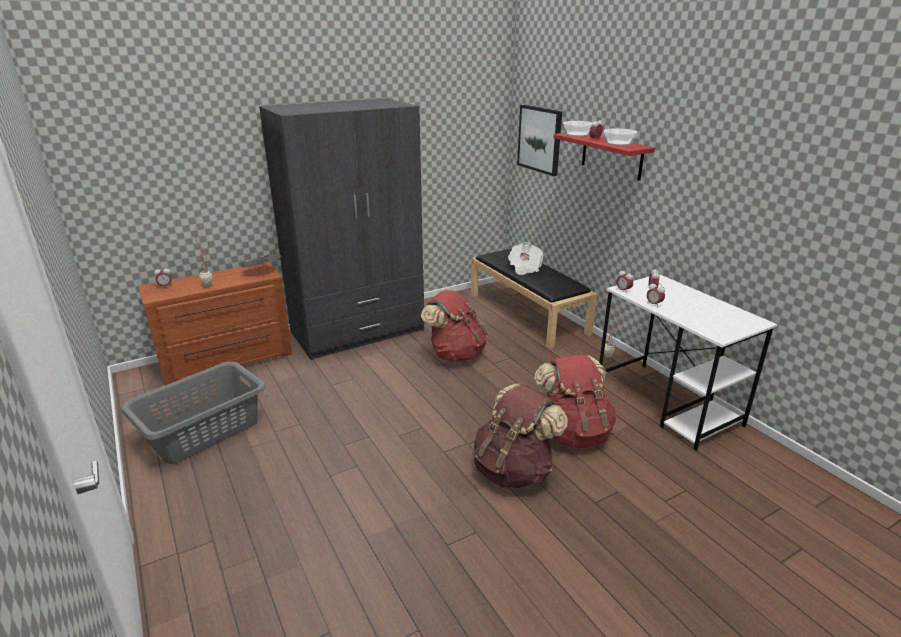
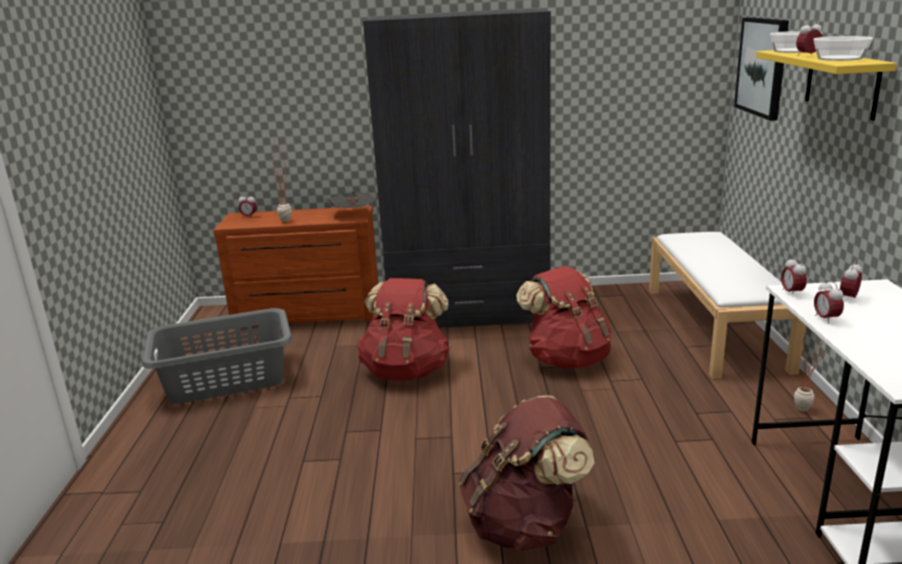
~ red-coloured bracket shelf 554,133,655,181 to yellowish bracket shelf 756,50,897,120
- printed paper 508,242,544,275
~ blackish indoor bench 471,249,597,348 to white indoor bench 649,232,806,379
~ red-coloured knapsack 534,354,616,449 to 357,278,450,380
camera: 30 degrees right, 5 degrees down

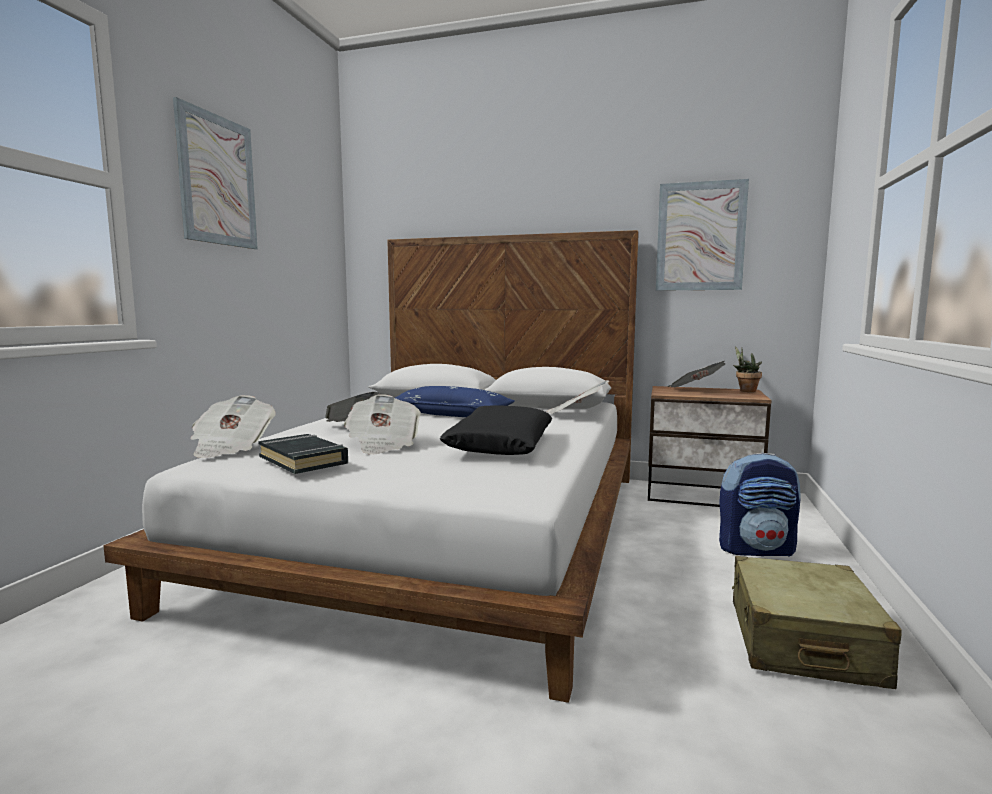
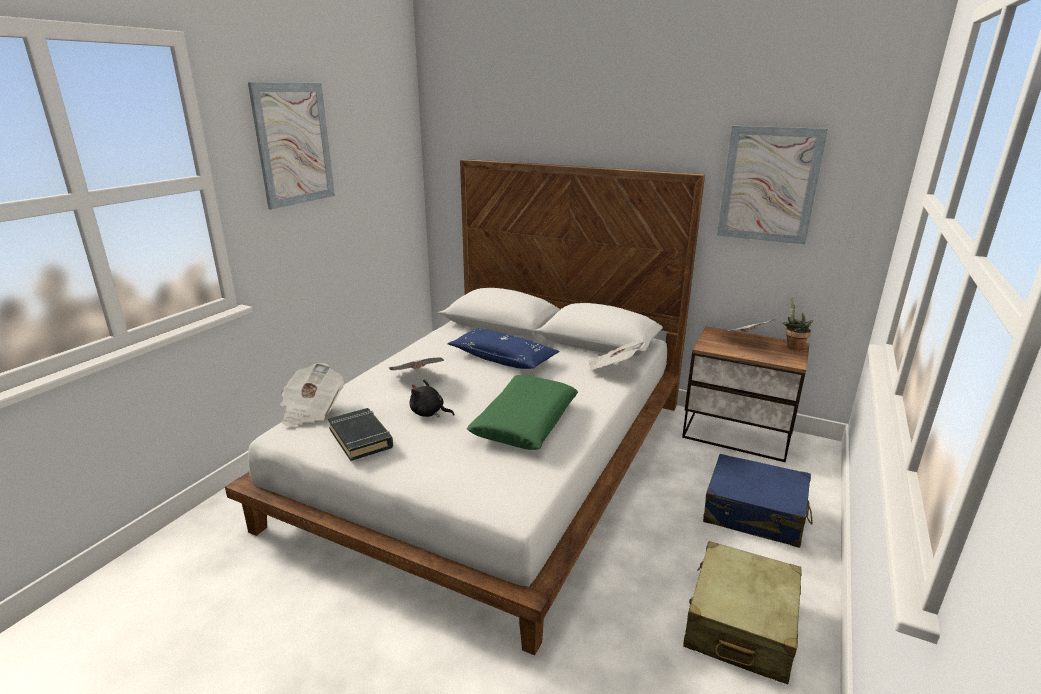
~ printed paper 344,394,421,454 to blackish cuddly toy 410,380,455,417
~ blackish throw pillow 439,405,552,455 to green-coloured throw pillow 467,375,578,450
~ knapsack 719,453,801,556 to blue-coloured travel case 703,454,813,548
camera: 10 degrees right, 15 degrees up

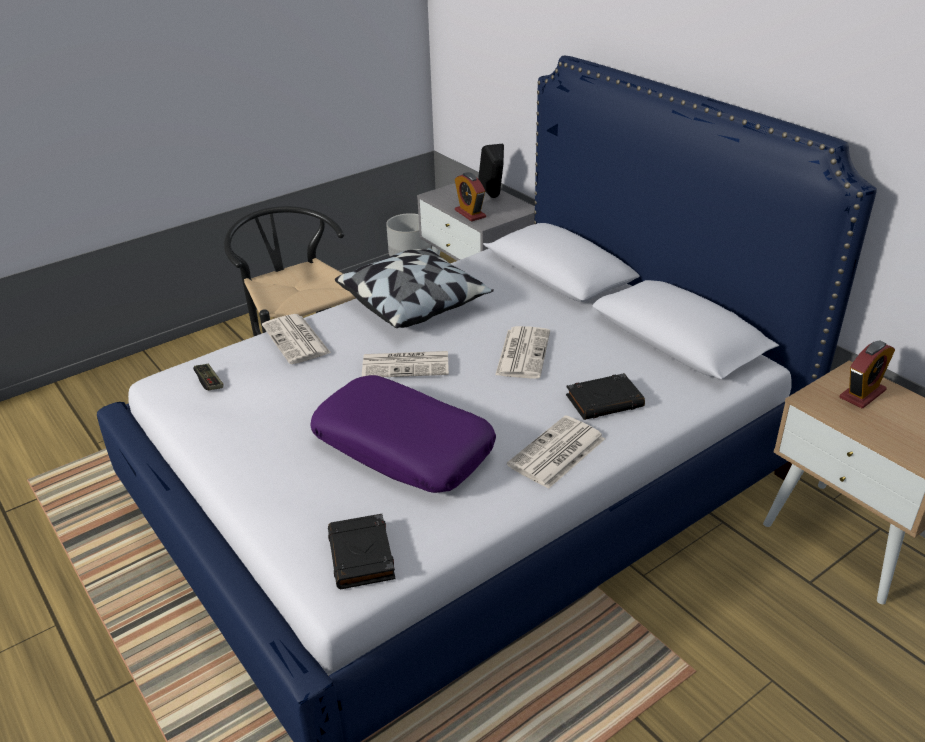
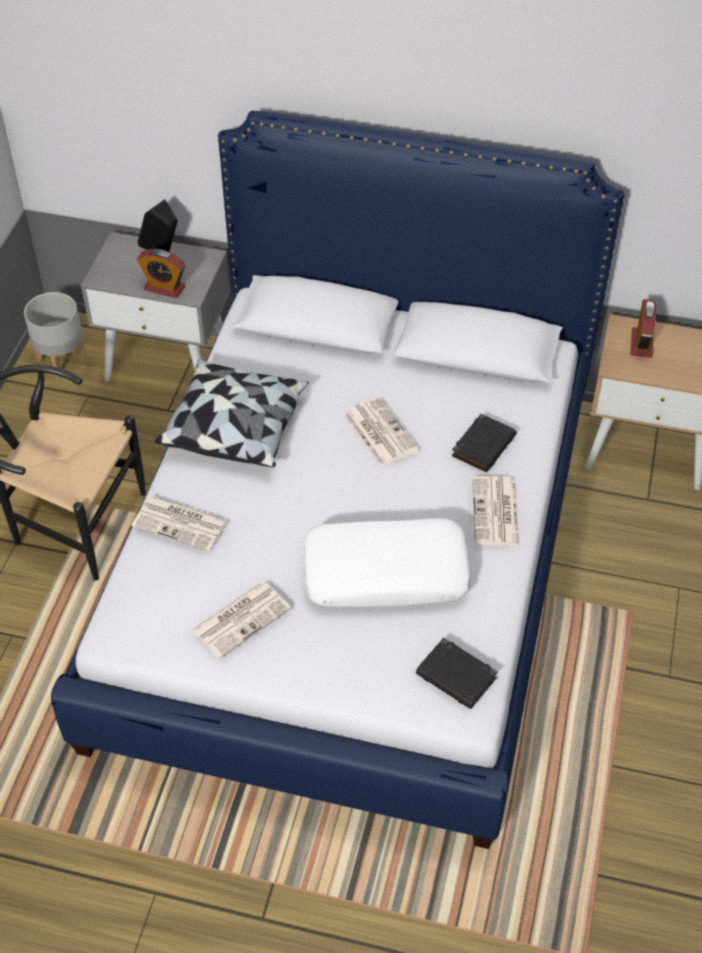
~ printed paper 362,351,449,377 to 192,582,291,659
- joypad 193,364,223,390
~ purplish throw pillow 310,375,496,493 to white throw pillow 303,518,471,607
camera: 40 degrees left, 15 degrees up

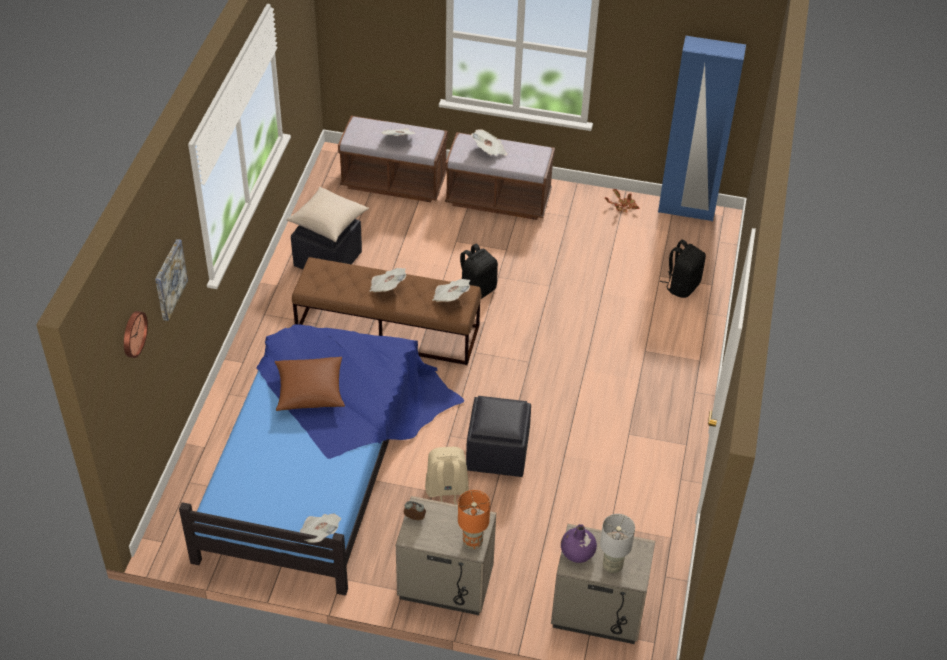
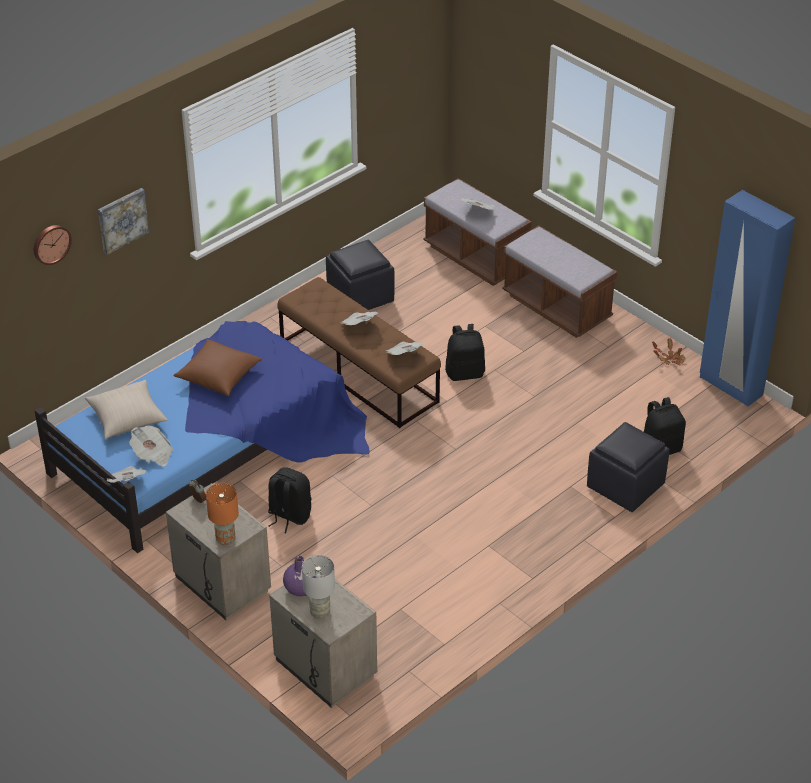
~ printed paper 471,129,508,156 to 129,426,173,466
~ sand-coloured throw pillow 286,187,369,242 to 85,380,168,440
~ blackish ottoman 466,396,531,477 to 587,422,670,512
~ sand-coloured knapsack 425,447,469,505 to blackish knapsack 268,467,312,533
camera: 35 degrees right, 5 degrees down

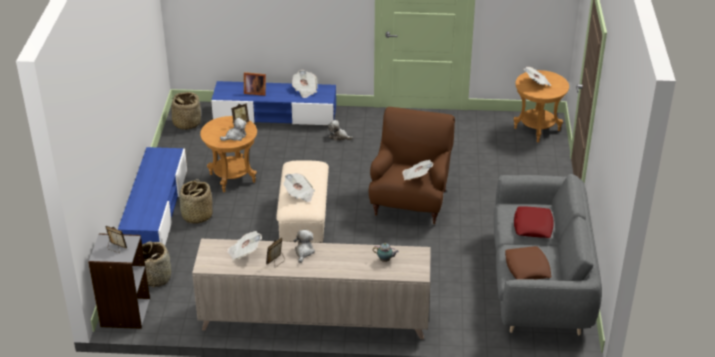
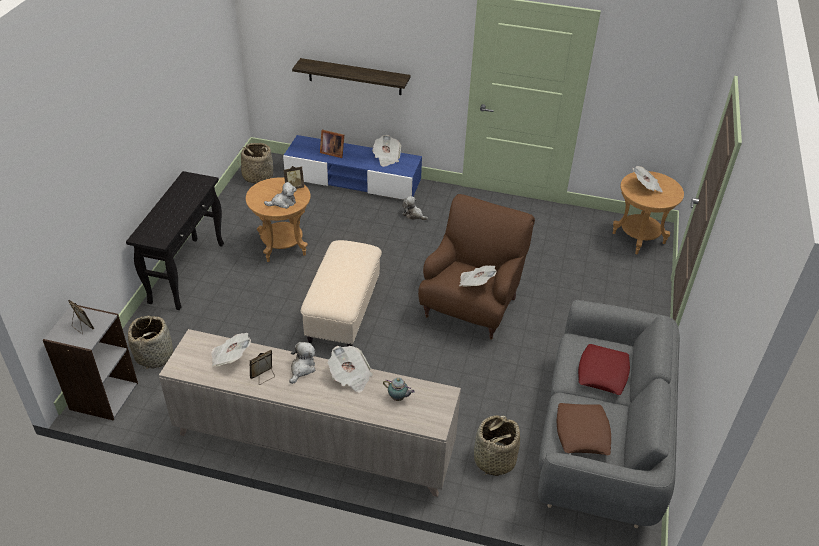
~ blue-coloured tv stand 118,147,187,245 to blackish console table 126,171,224,310
~ printed paper 283,173,315,202 to 328,346,373,393
~ basket 179,179,212,224 to 474,415,520,476
+ bracket shelf 292,58,411,95
camera: 10 degrees right, 5 degrees up

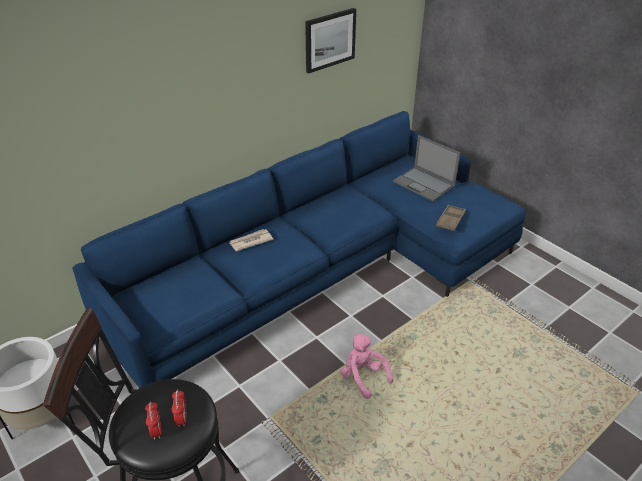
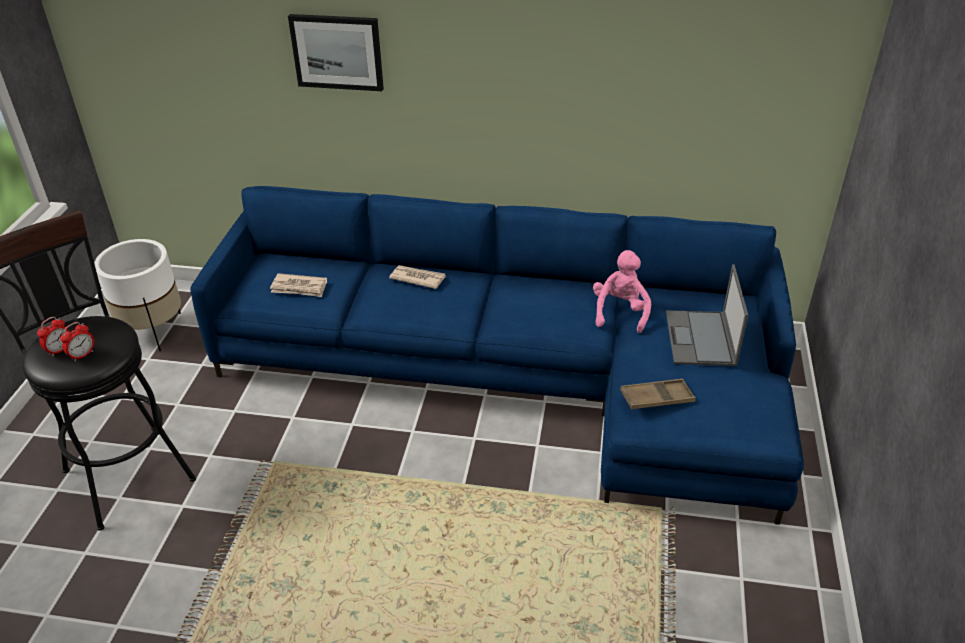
~ wall picture 305,8,356,73 to 288,14,384,91
~ pink-coloured cuddly toy 341,333,393,399 to 593,250,651,333
+ printed paper 270,273,327,297
camera: 50 degrees right, 0 degrees up

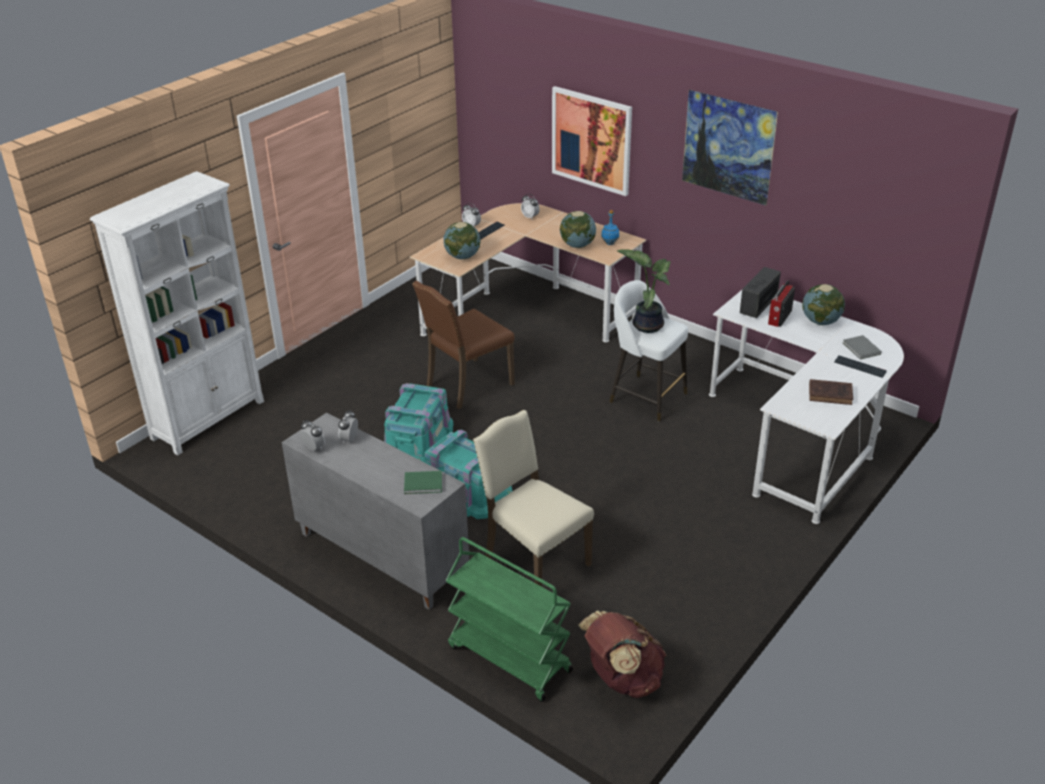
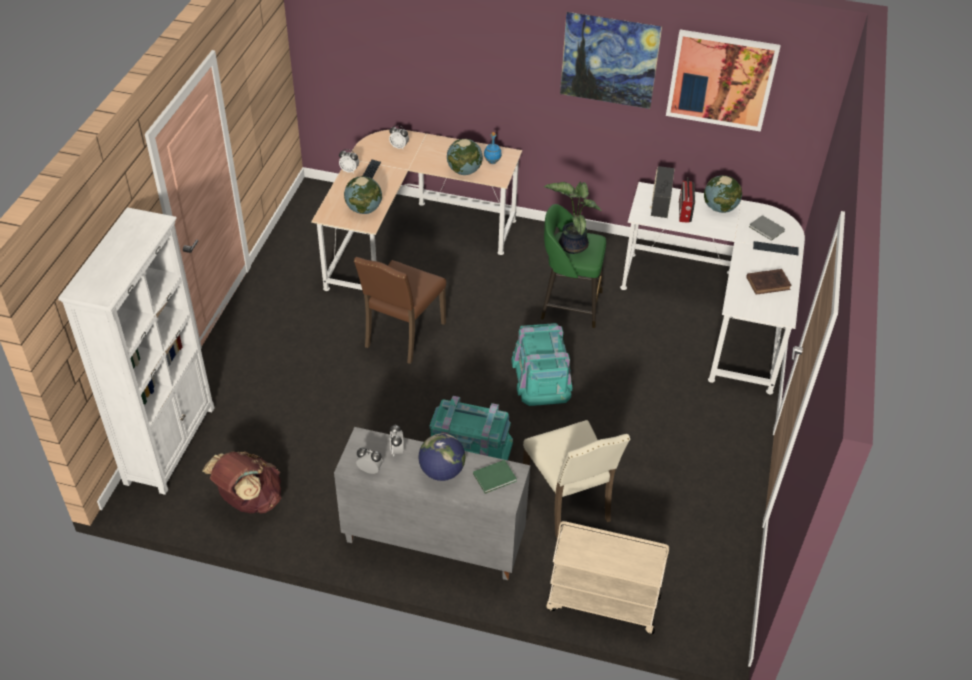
~ wall picture 552,86,632,196 to 666,29,781,132
~ white stool 609,280,688,421 to green-coloured stool 541,204,606,328
~ turquoise storage box 384,383,453,462 to 511,323,572,406
~ sand-coloured upright chair 473,410,594,587 = 523,420,630,538 135 degrees counterclockwise
~ green-coloured trolley 446,537,573,702 to sand-coloured trolley 546,521,669,634
~ brown knapsack 578,611,666,698 to 202,452,281,514
+ world globe 418,434,465,481
camera: 25 degrees left, 10 degrees up

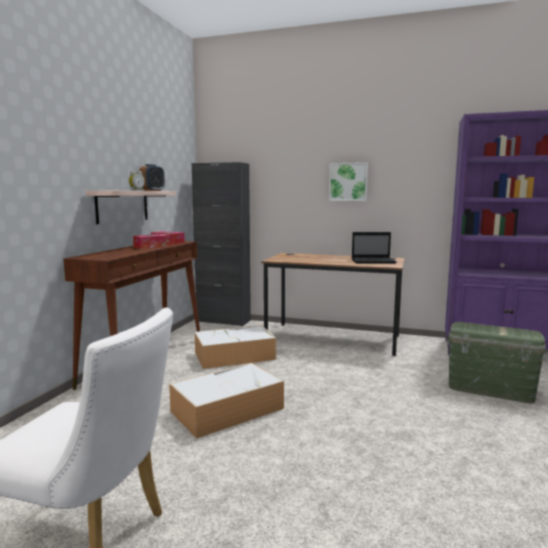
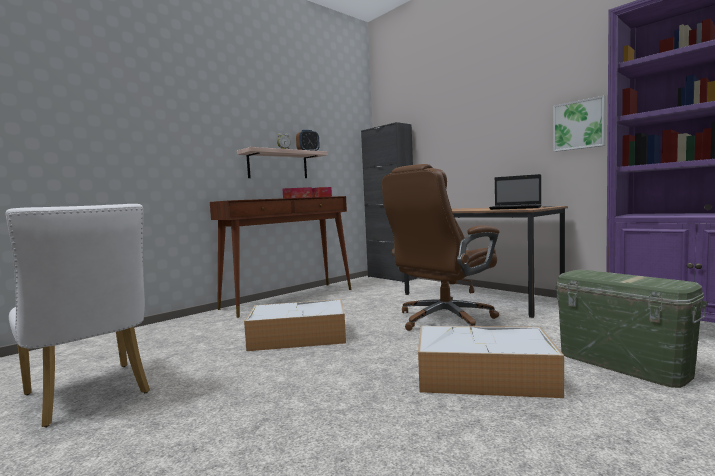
~ wall picture 329,162,368,201 to 553,96,606,152
~ storage box 194,325,276,369 to 418,326,564,398
+ brown desk chair 382,164,500,331
camera: 30 degrees right, 5 degrees down

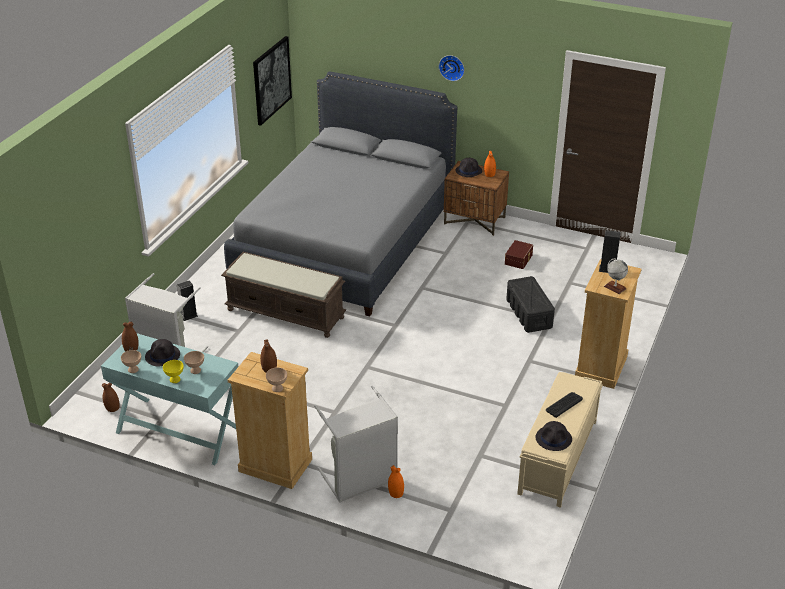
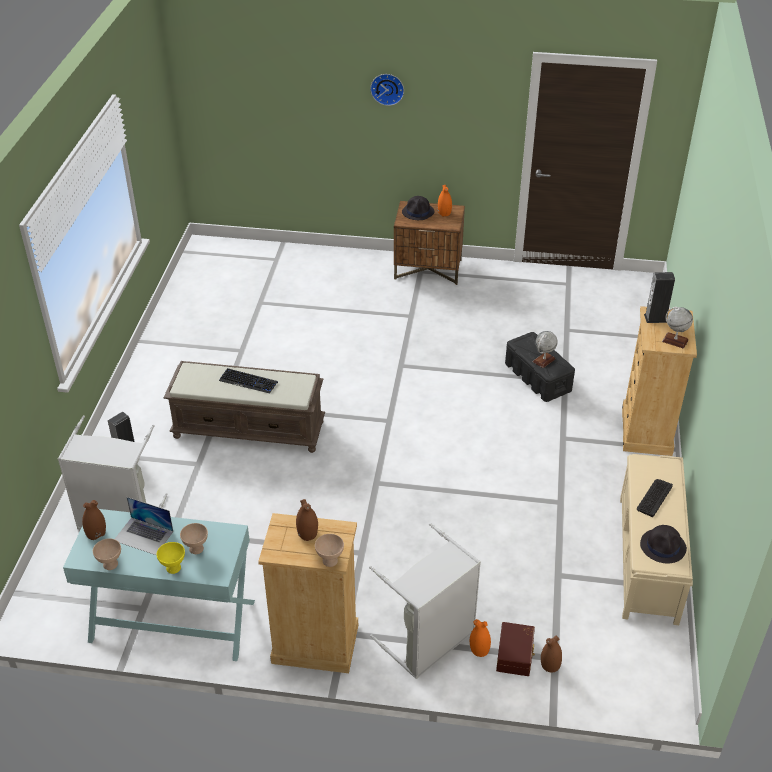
- wall picture 253,36,292,126
- grey sleeping bed 224,71,457,317
~ brown storage box 505,240,533,269 to 496,622,535,676
~ blackish wearable hat 145,339,180,366 to laptop 115,497,173,555
~ brown vase 102,382,120,412 to 541,636,562,672
+ world globe 533,331,558,368
+ keyboard 219,368,278,393
camera: 15 degrees left, 5 degrees up

